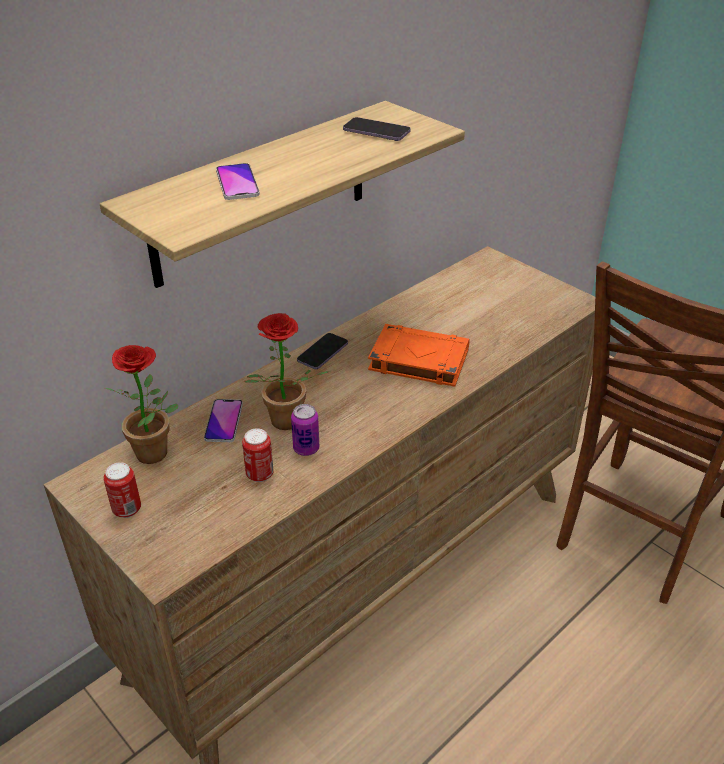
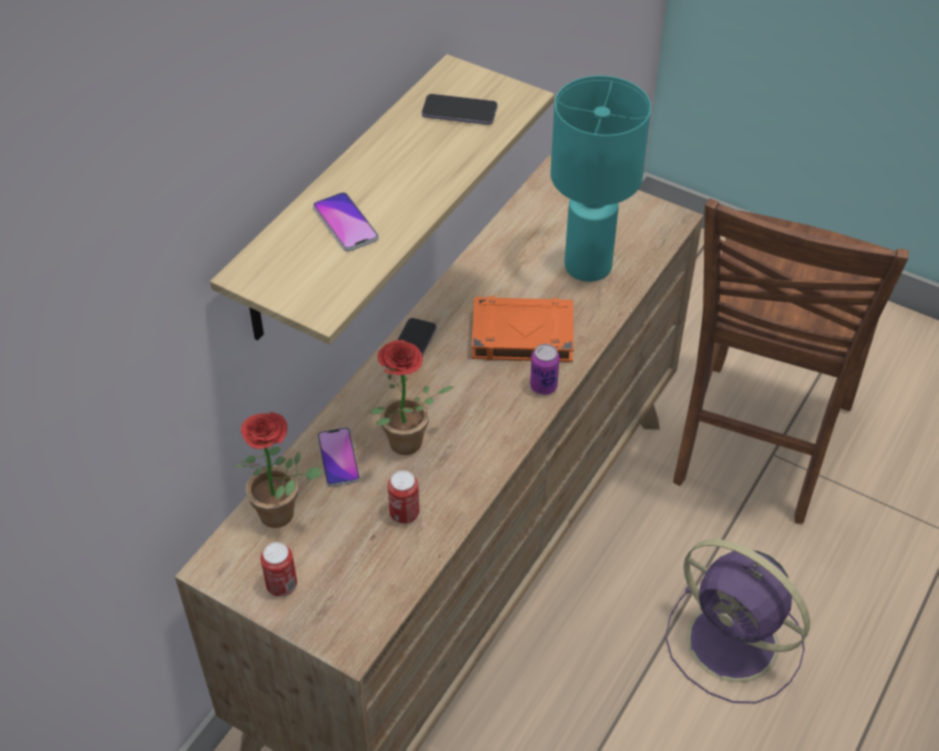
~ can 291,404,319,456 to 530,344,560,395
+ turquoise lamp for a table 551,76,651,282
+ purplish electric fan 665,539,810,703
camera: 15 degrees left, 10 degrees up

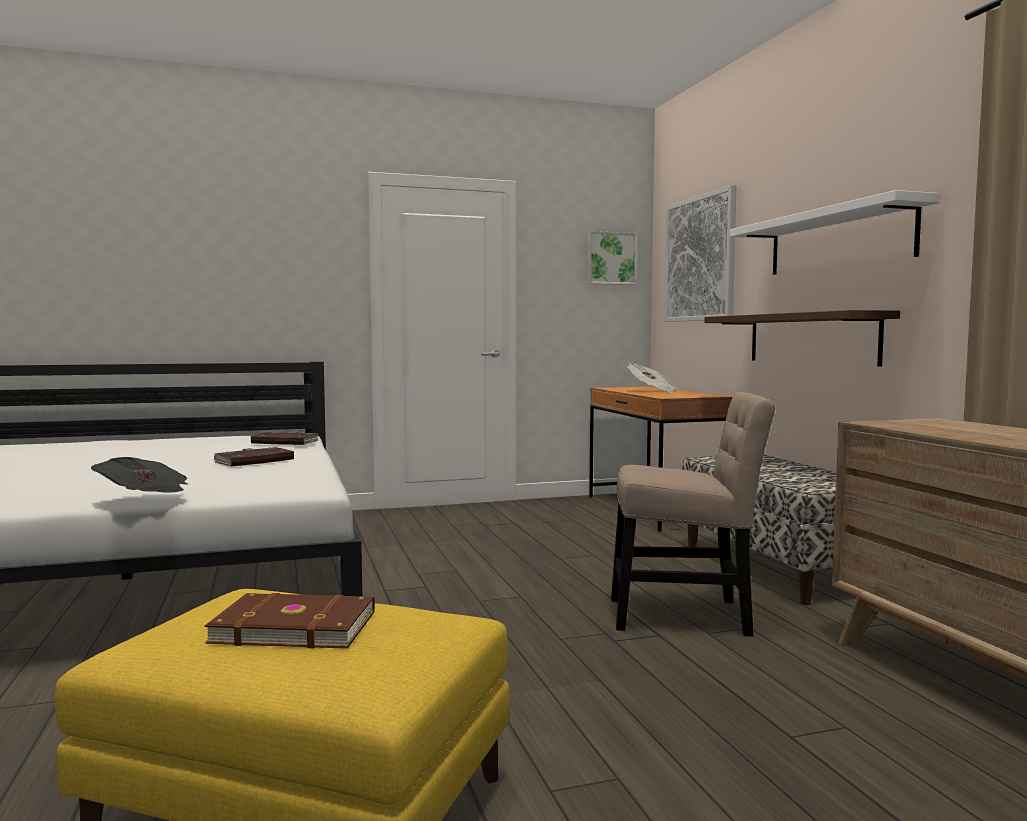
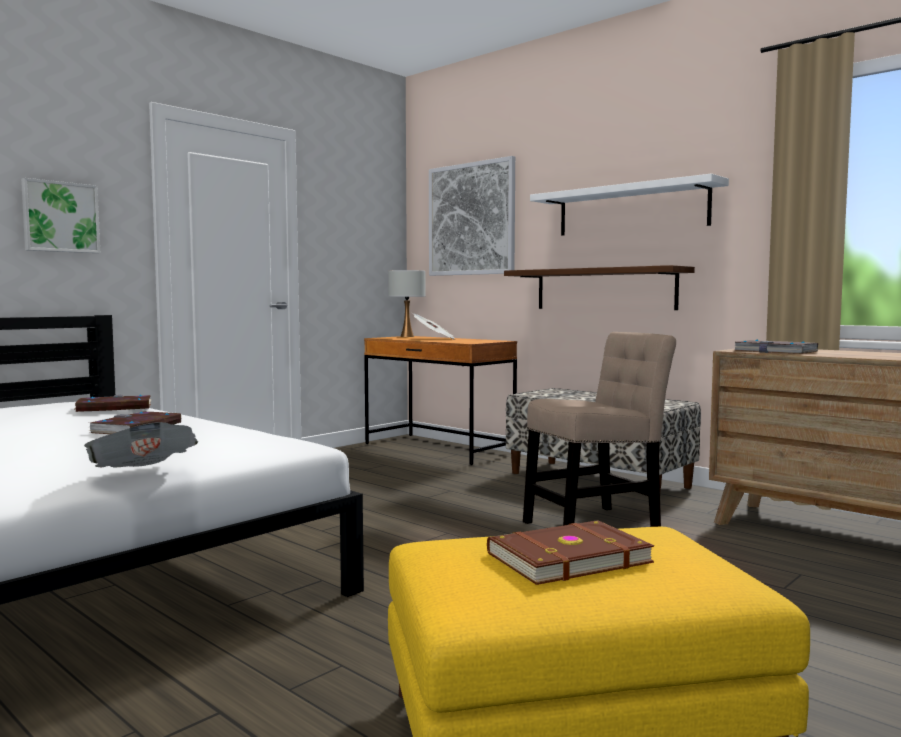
~ wall picture 587,231,637,285 to 21,178,100,253
+ white lamp for a table 388,270,425,337
+ volume 735,340,819,354
camera: 30 degrees left, 0 degrees up

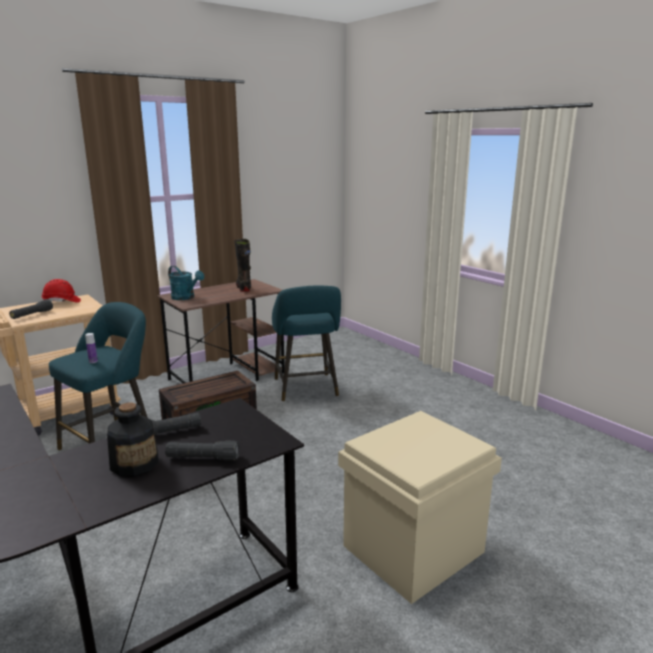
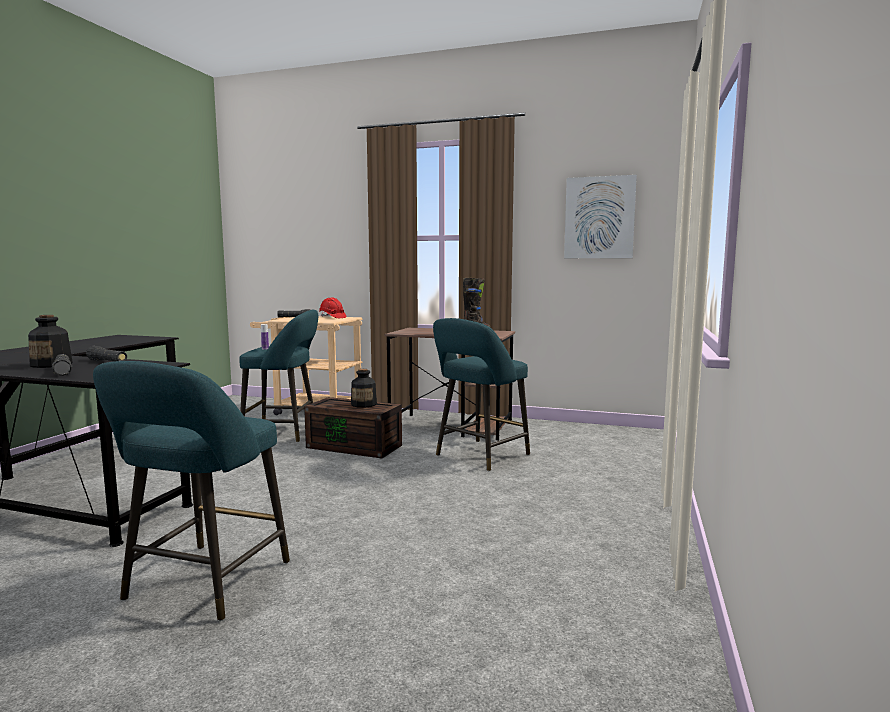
- turquoise watering can 168,266,204,300
~ sand-coloured storage box 338,411,502,604 to turquoise stool 93,361,290,621
+ wall picture 564,175,637,258
+ drink bottle 351,369,377,408
camera: 55 degrees right, 10 degrees down

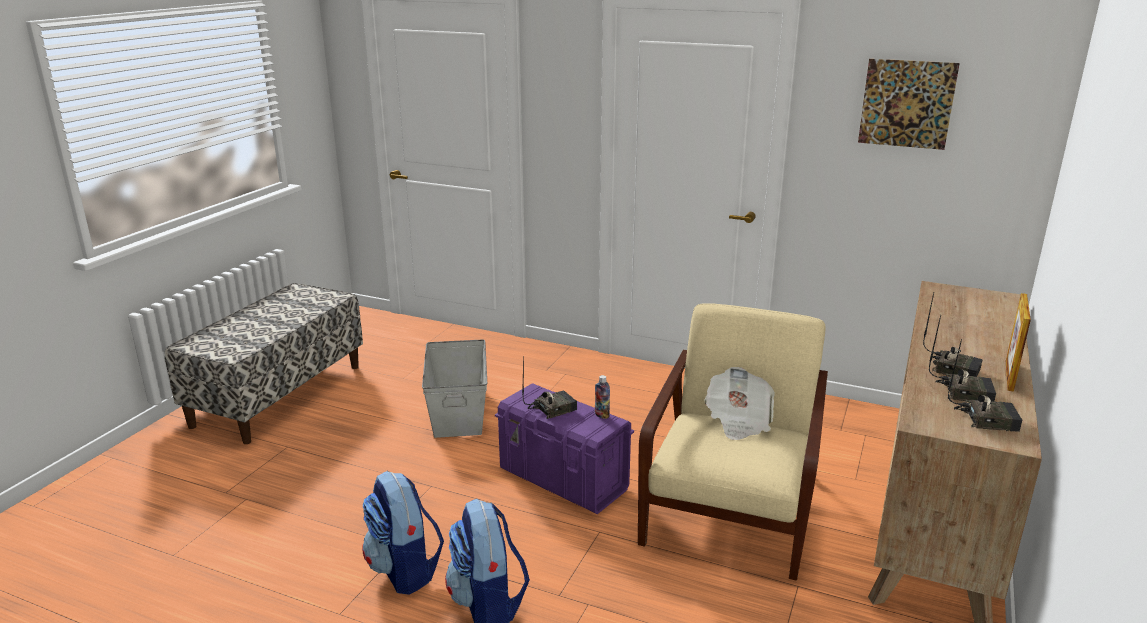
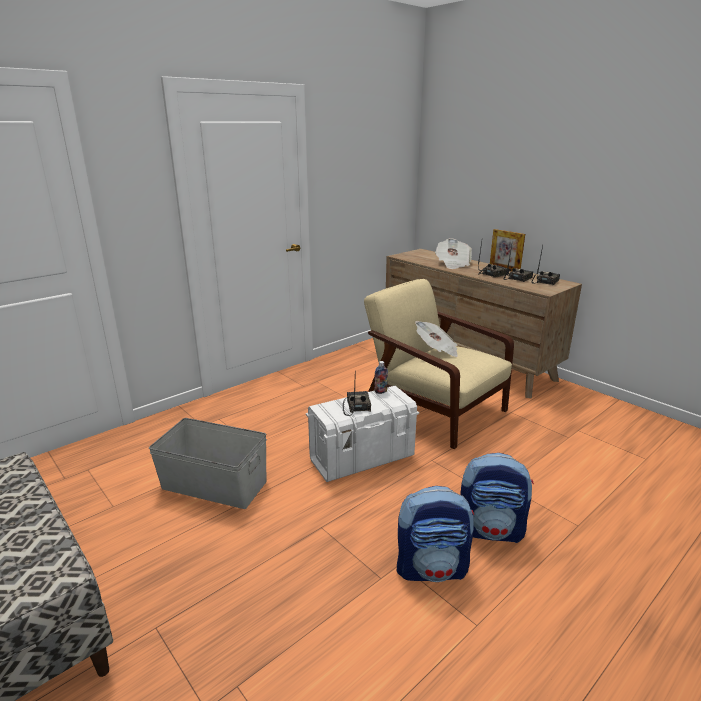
- wall picture 858,59,960,150
~ purplish storage box 495,383,634,514 to white storage box 306,386,419,482
+ printed paper 435,238,472,269
camera: 65 degrees left, 0 degrees up

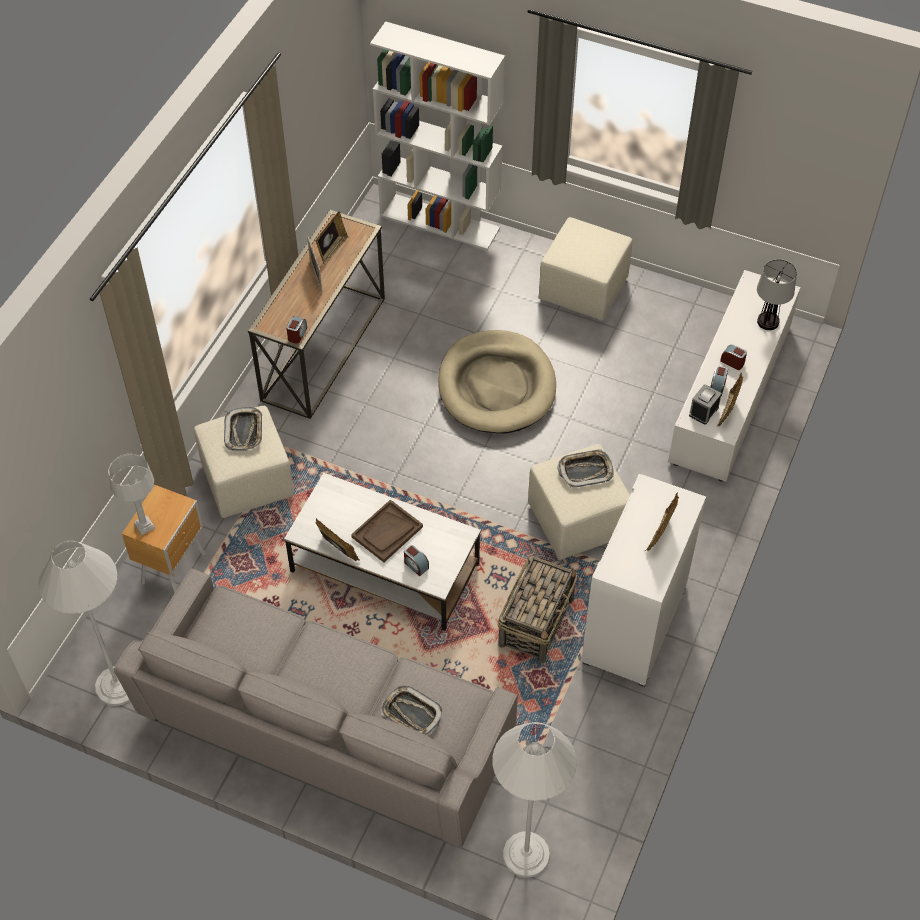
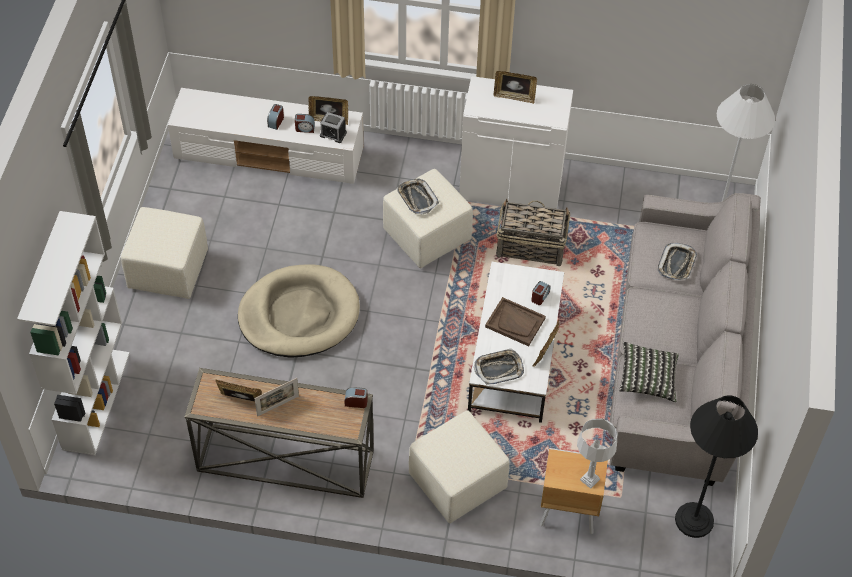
- lamp for a table 757,259,797,330
~ serving tray 224,407,262,451 to 474,348,524,385
~ white standard lamp 38,540,130,706 to blackish standard lamp 675,395,758,538
+ throw pillow 619,342,679,402
camera: 105 degrees left, 0 degrees up

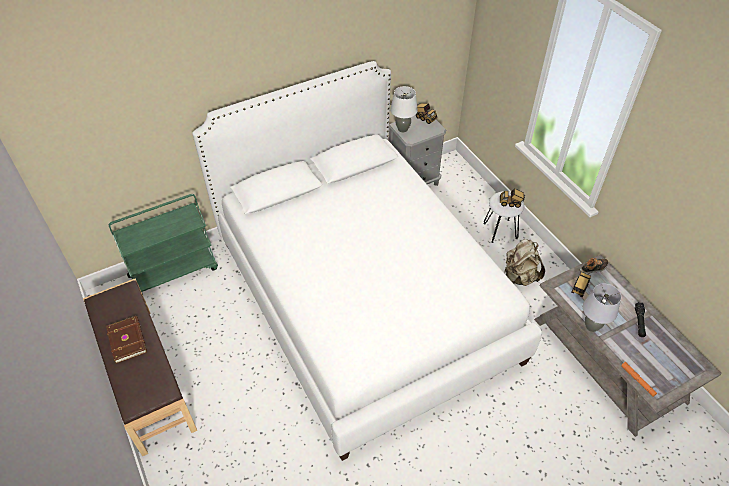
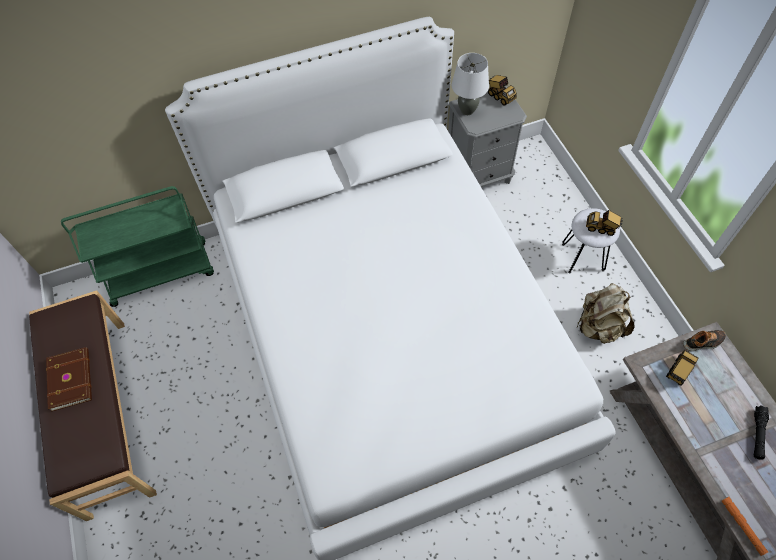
- grey lamp for a table 583,284,621,332
camera: 10 degrees right, 10 degrees up

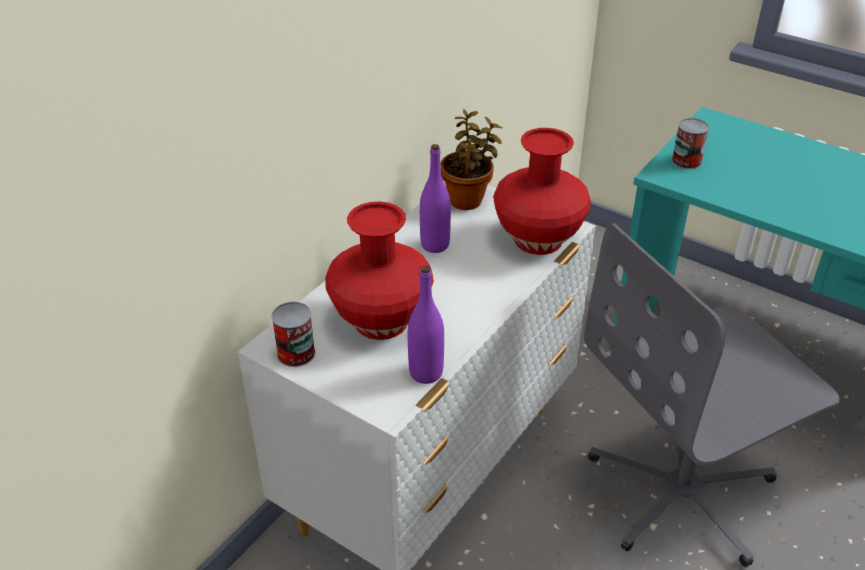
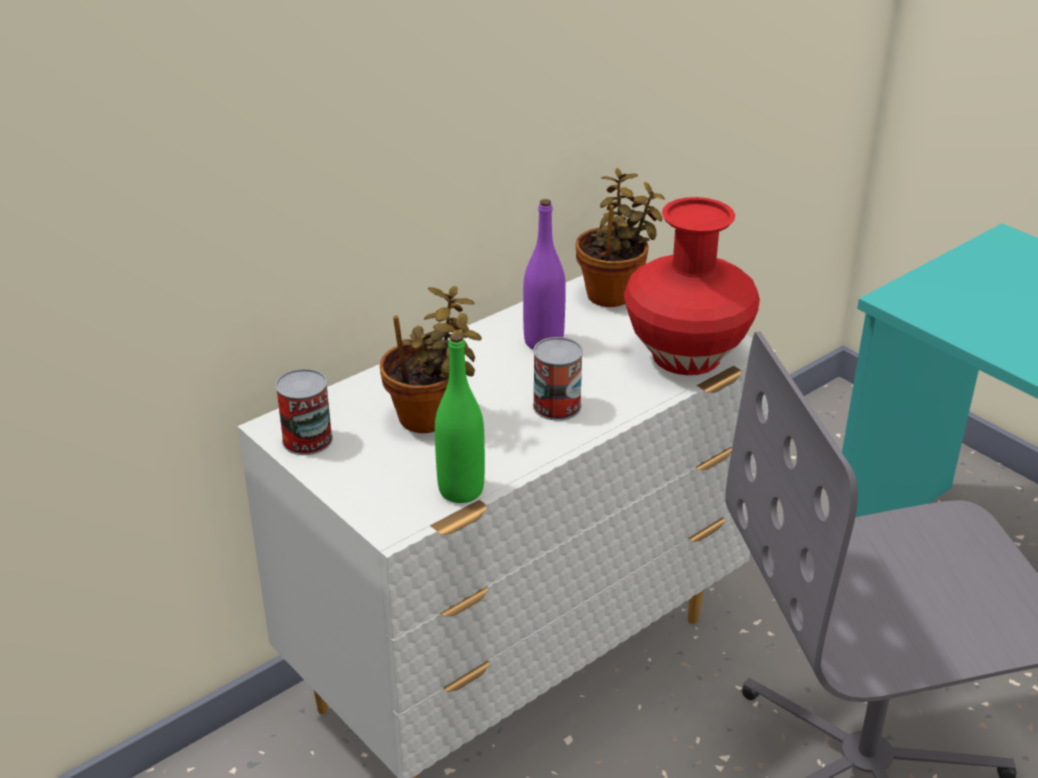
~ can 672,118,709,169 to 533,337,583,421
~ red-coloured vase 325,202,434,340 to potted plant 380,286,482,433
~ purplish drink bottle 408,265,444,384 to green-coloured drink bottle 435,333,485,503
camera: 15 degrees right, 5 degrees down

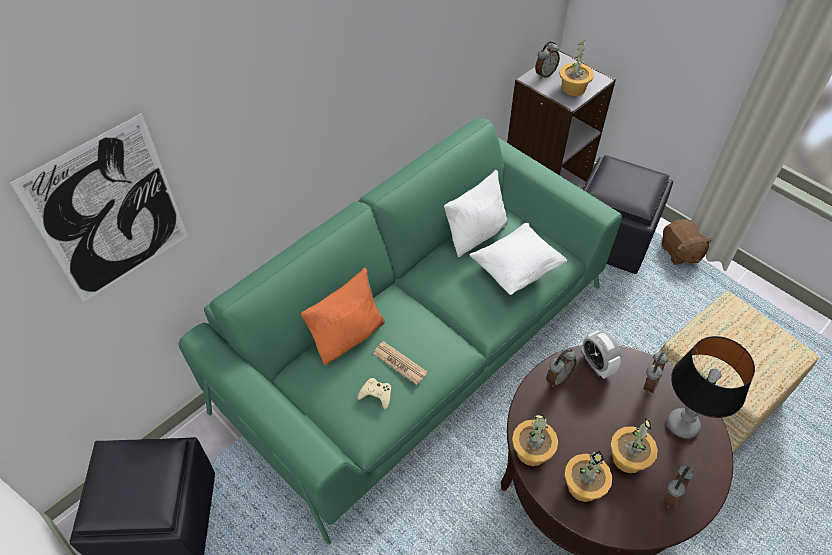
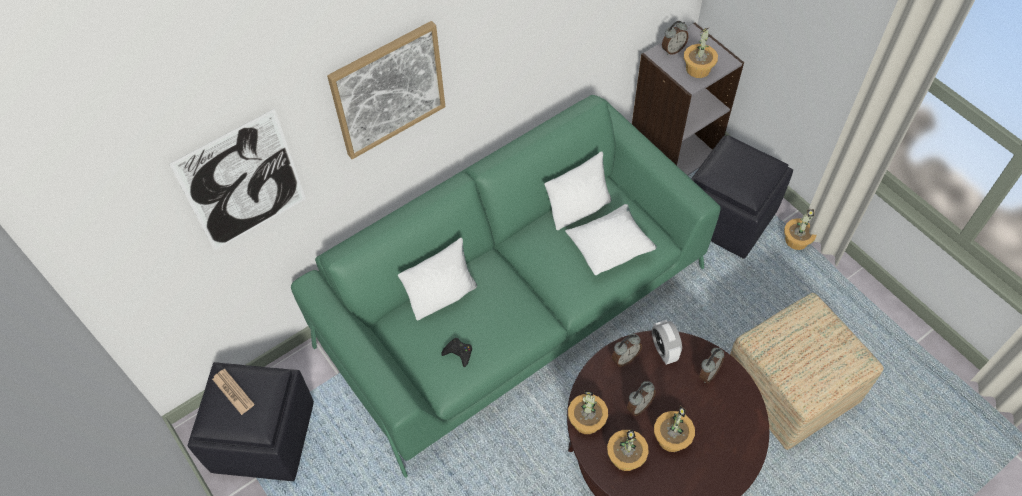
~ brown cuddly toy 662,219,713,265 to potted plant 784,209,817,250
~ orange-coloured throw pillow 301,268,385,365 to white throw pillow 398,238,477,320
- lamp for a table 667,336,755,439
~ printed paper 373,341,428,385 to 212,369,255,415
~ sand-coloured joypad 358,378,391,409 to blackish joypad 442,338,472,367
~ alarm clock 663,465,695,509 to 627,381,656,416
+ wall picture 327,21,445,159
camera: 10 degrees right, 5 degrees up

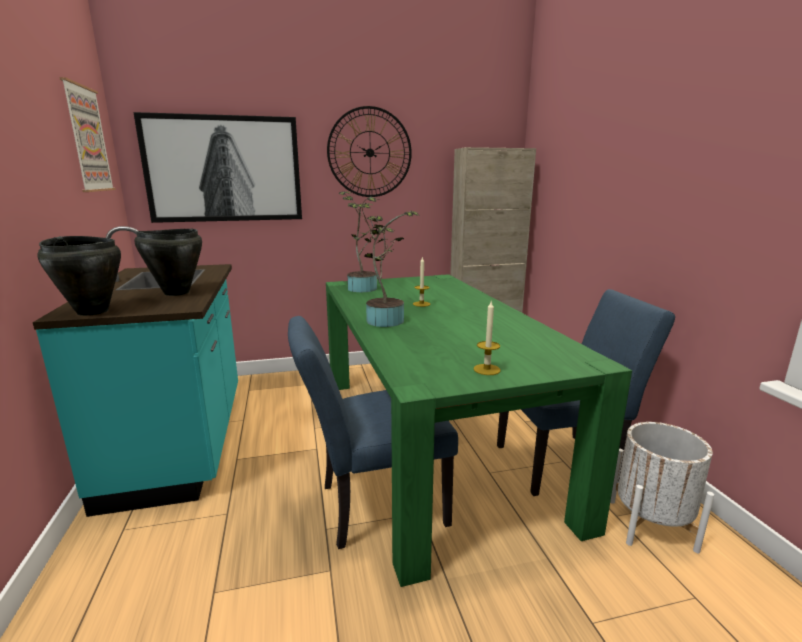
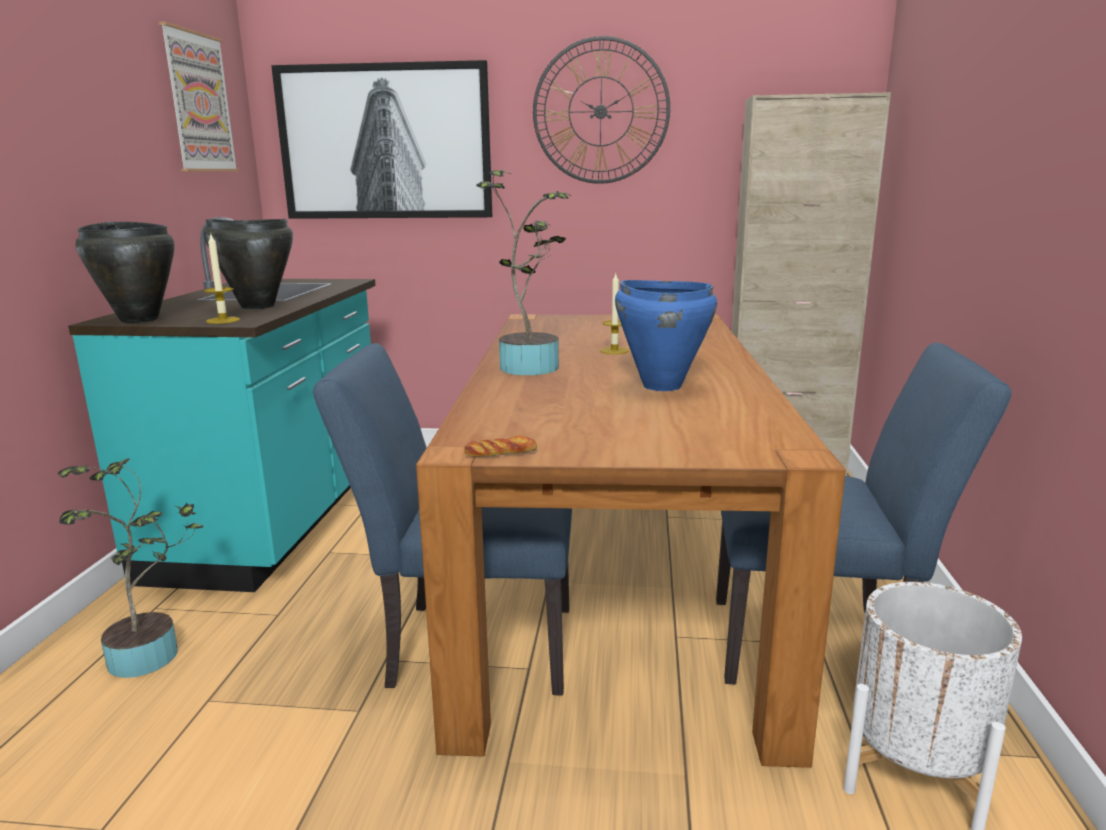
~ potted plant 338,191,384,292 to 58,458,203,678
~ green-coloured kitchen table 326,274,632,587 to brown kitchen table 416,314,846,768
~ wax candle 474,301,501,375 to 204,235,240,324
+ blue-coloured cooking pot 615,280,717,391
+ baked bread 464,436,537,457
camera: 20 degrees right, 0 degrees up

